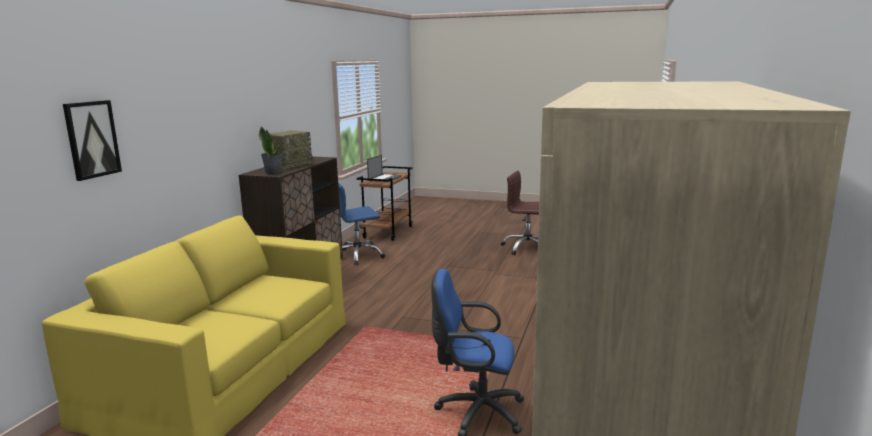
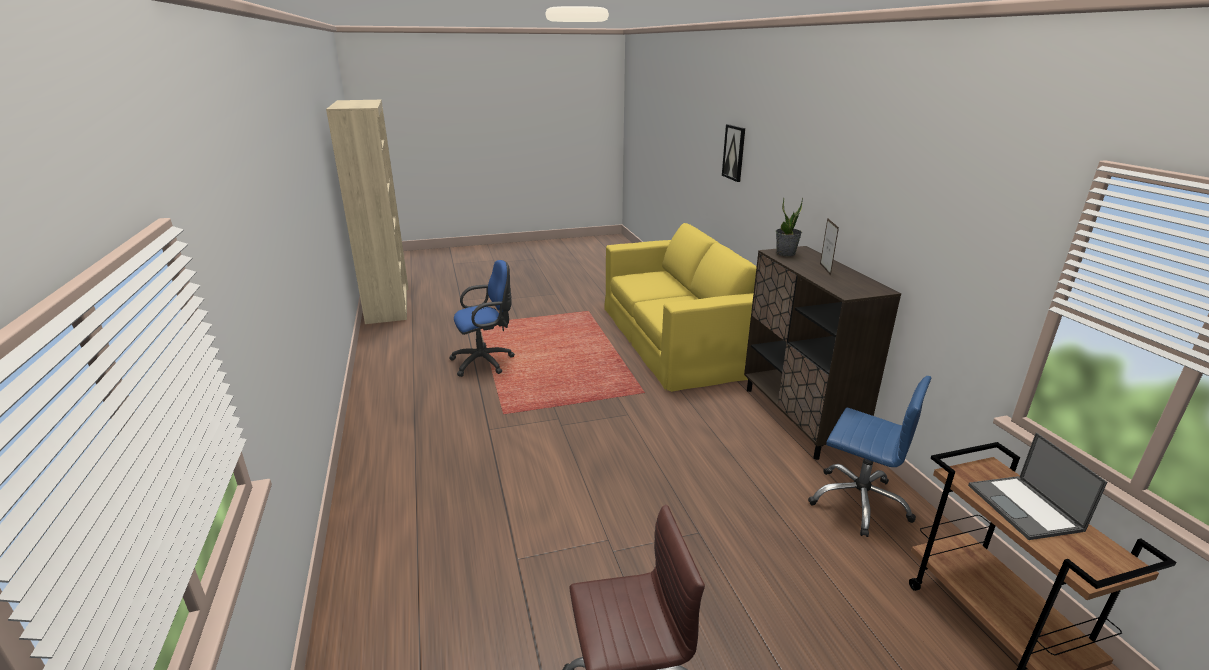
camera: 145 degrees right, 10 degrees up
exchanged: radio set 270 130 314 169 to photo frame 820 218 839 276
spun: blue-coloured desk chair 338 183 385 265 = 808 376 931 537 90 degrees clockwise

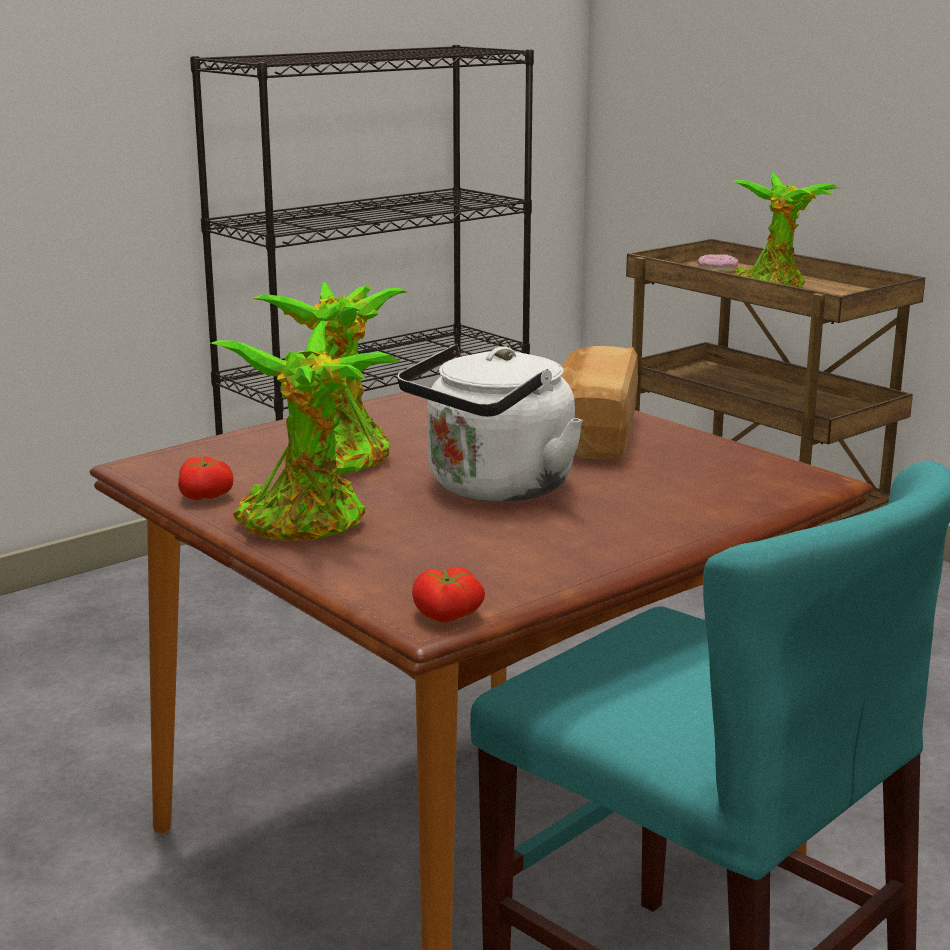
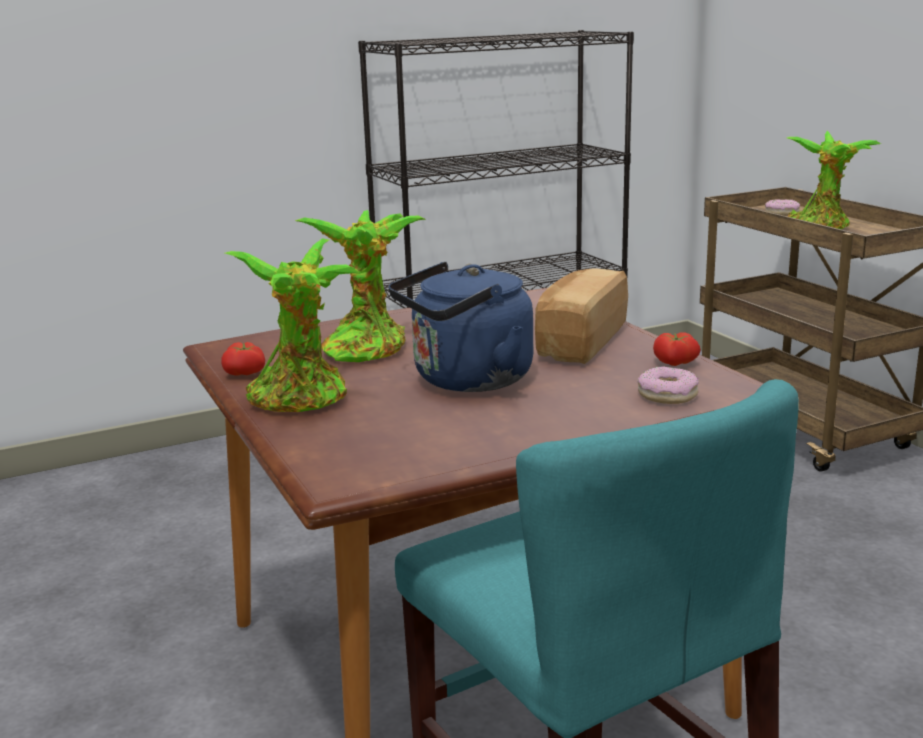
camera: 15 degrees right, 0 degrees up
appeared: doughnut 637 366 698 404
relocated: fresh tomato 412 567 485 623 to 653 332 700 366
colour: whitish water kettle 397 344 583 502 to blue-coloured water kettle 389 262 533 392

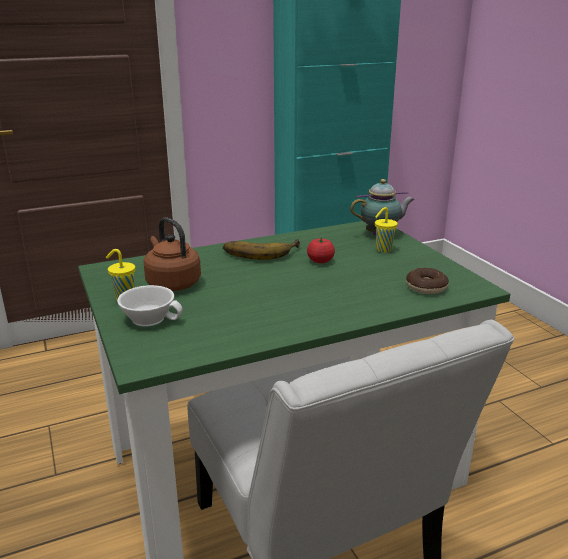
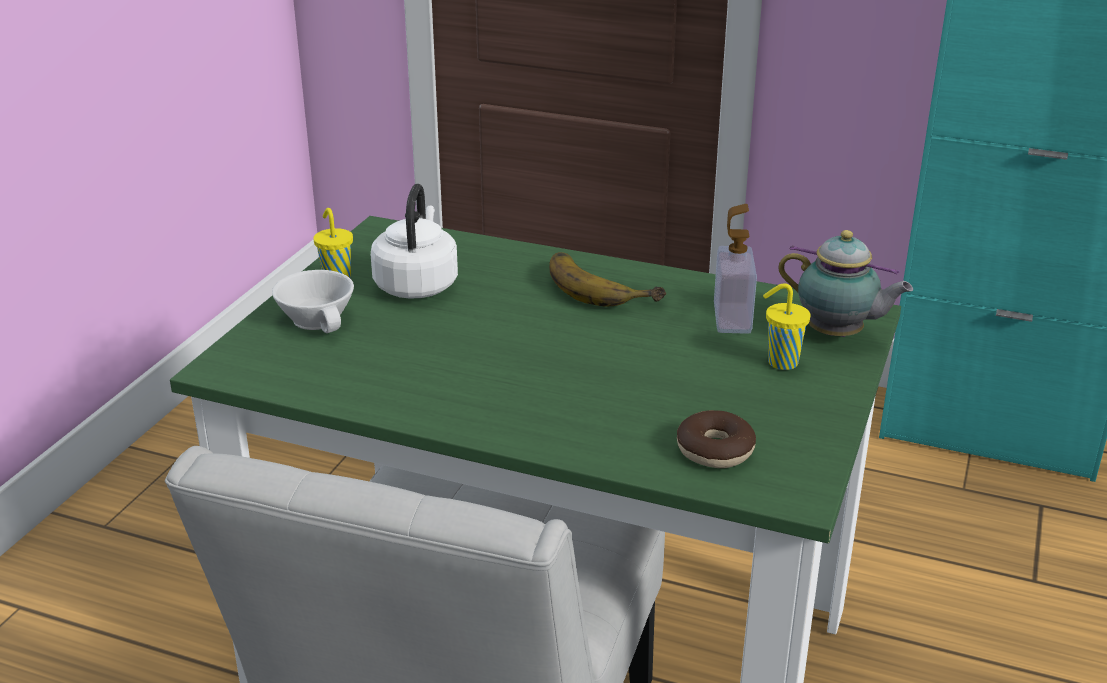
camera: 45 degrees right, 5 degrees up
missing: fresh tomato 307 238 335 263
appeared: soap bottle 714 204 757 334
colour: brown-coloured water kettle 143 217 201 291 to whitish water kettle 371 184 458 299

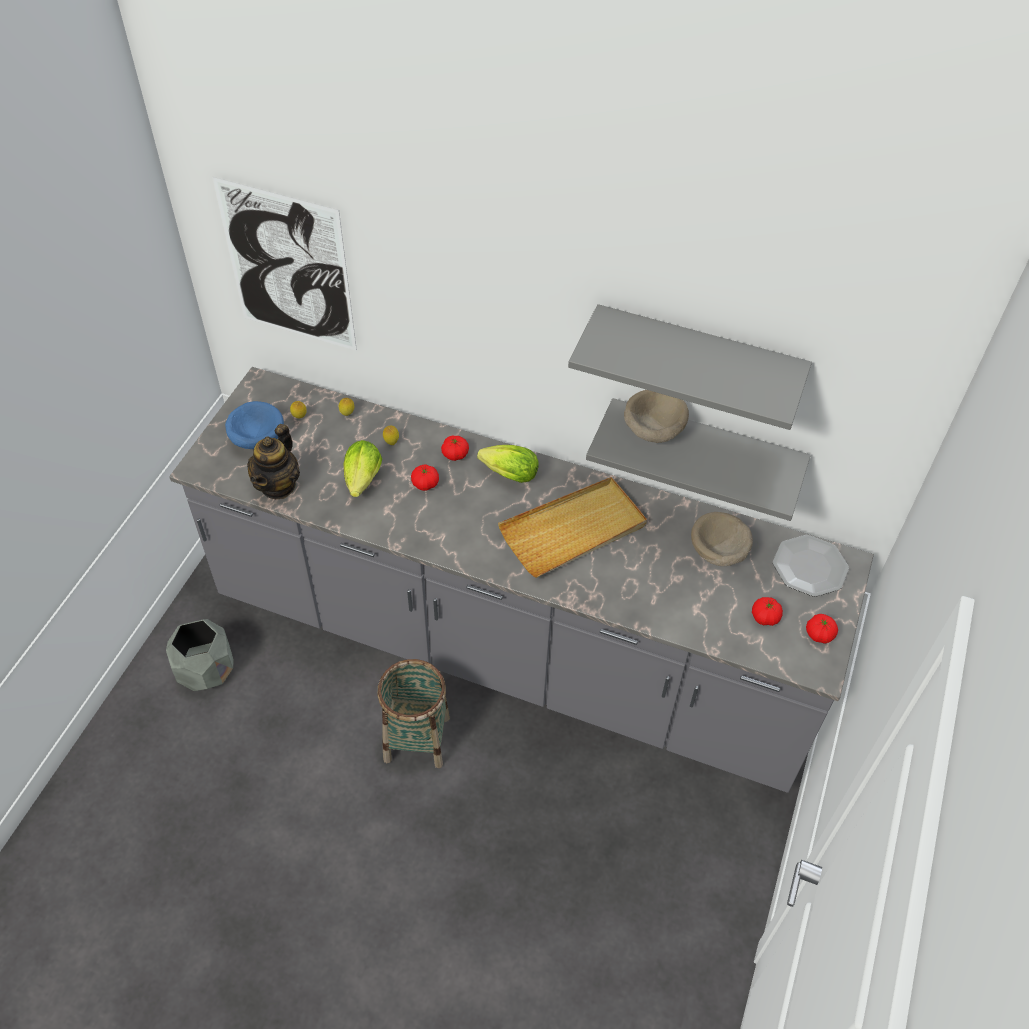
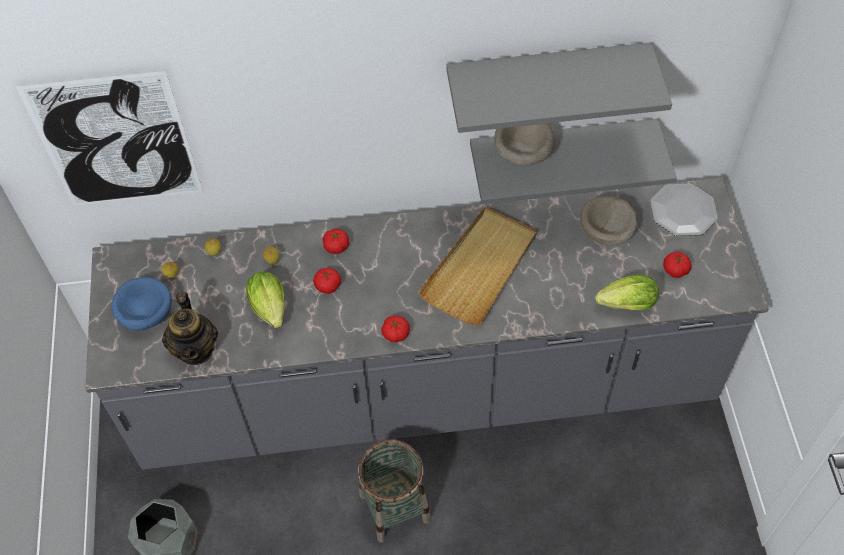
camera: 25 degrees left, 5 degrees up
relocated: lettuce head 477 445 539 483 to 595 274 659 310; fresh tomato 806 614 838 644 to 381 316 410 343

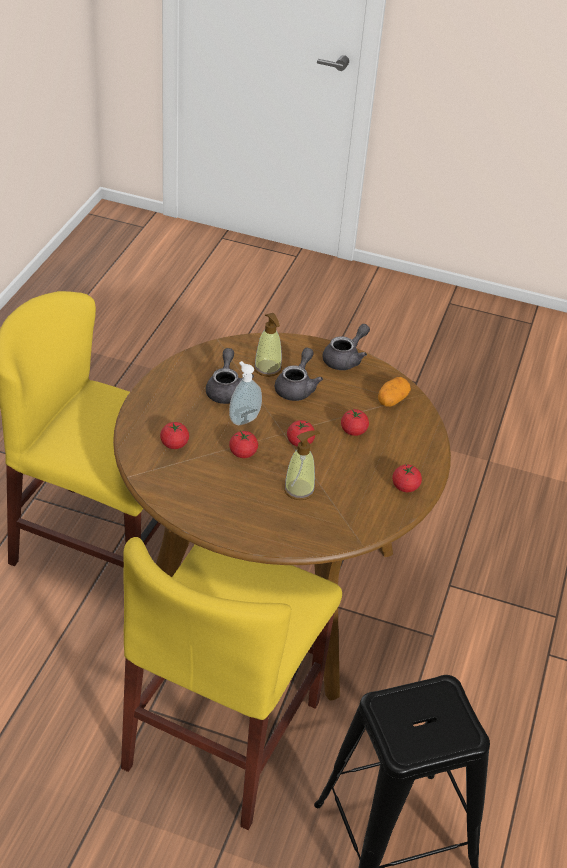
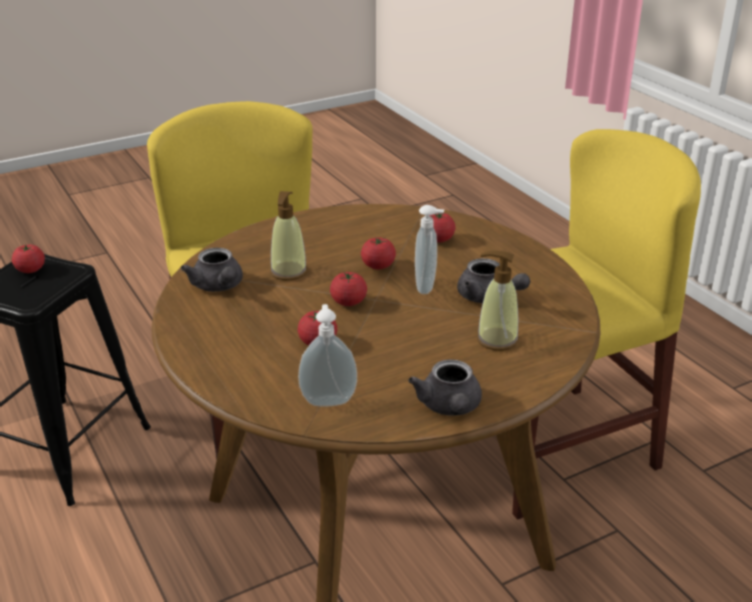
camera: 135 degrees right, 10 degrees down
relocated: greyish tea pot 275 348 323 401 to 181 248 243 292; fresh tomato 392 463 422 492 to 12 245 45 273
exchanged: spud 378 377 411 407 to soap bottle 298 304 357 406

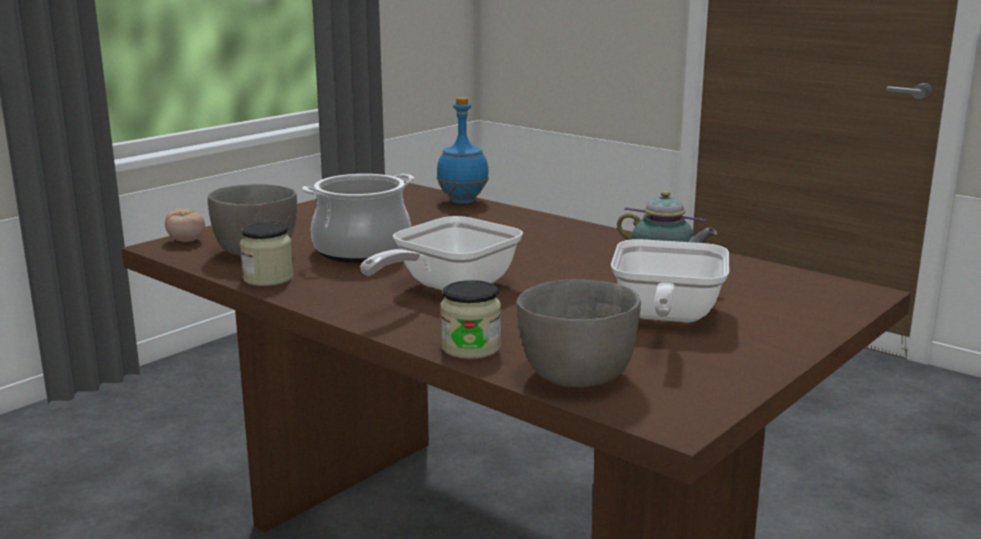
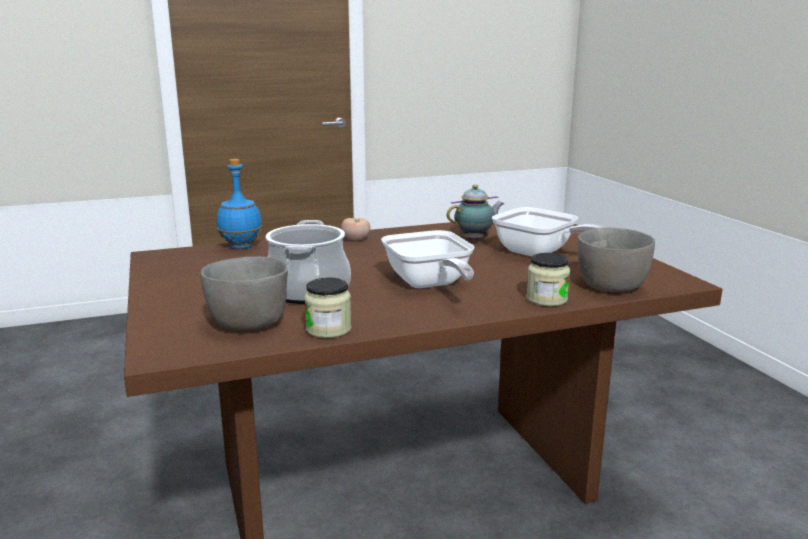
camera: 60 degrees left, 0 degrees up
relocated: fresh tomato 165 208 205 242 to 341 218 370 240

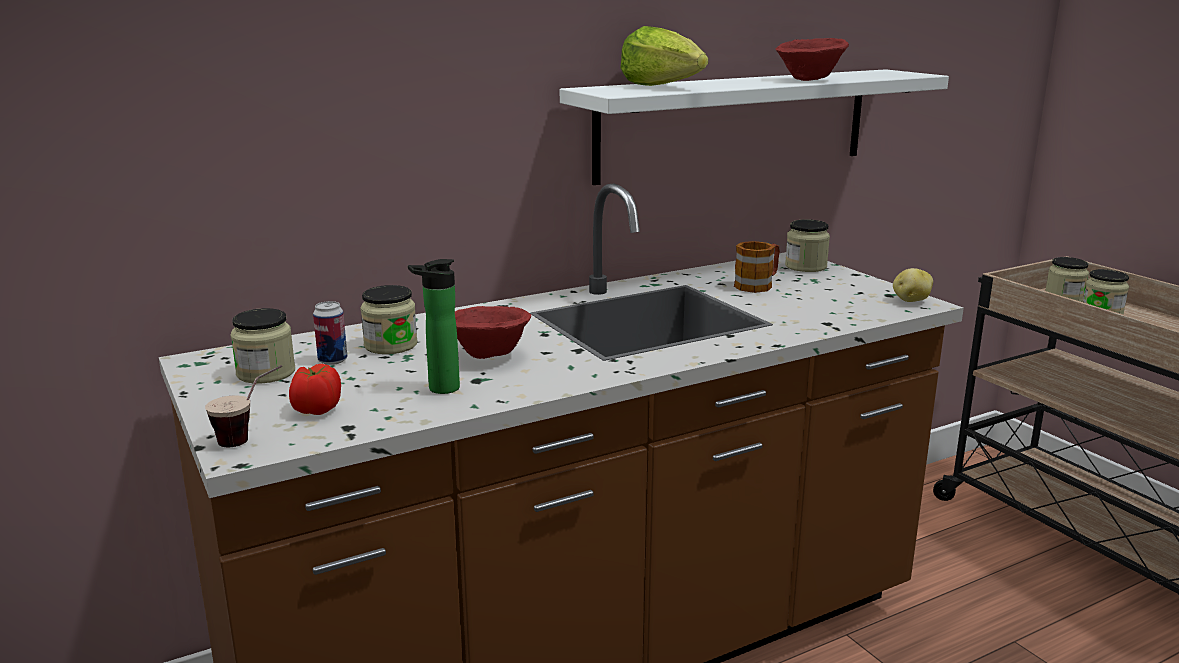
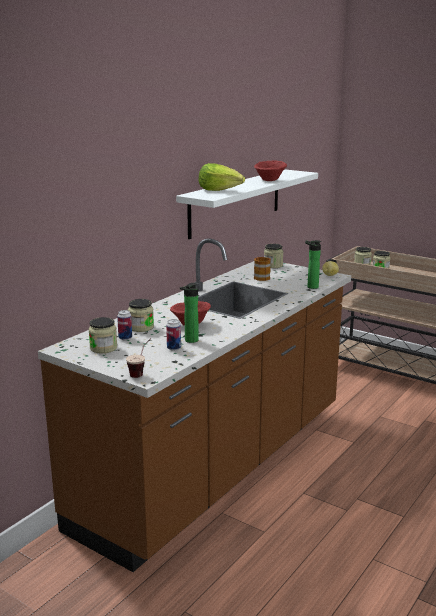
camera: 25 degrees left, 0 degrees up
missing: fresh tomato 289 364 341 415
appeared: metal can 166 319 181 351; beverage bottle 305 240 322 289

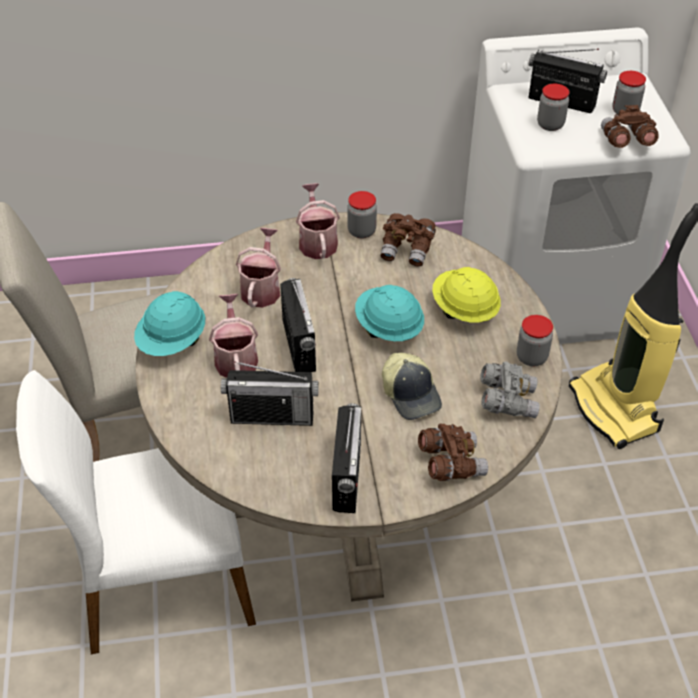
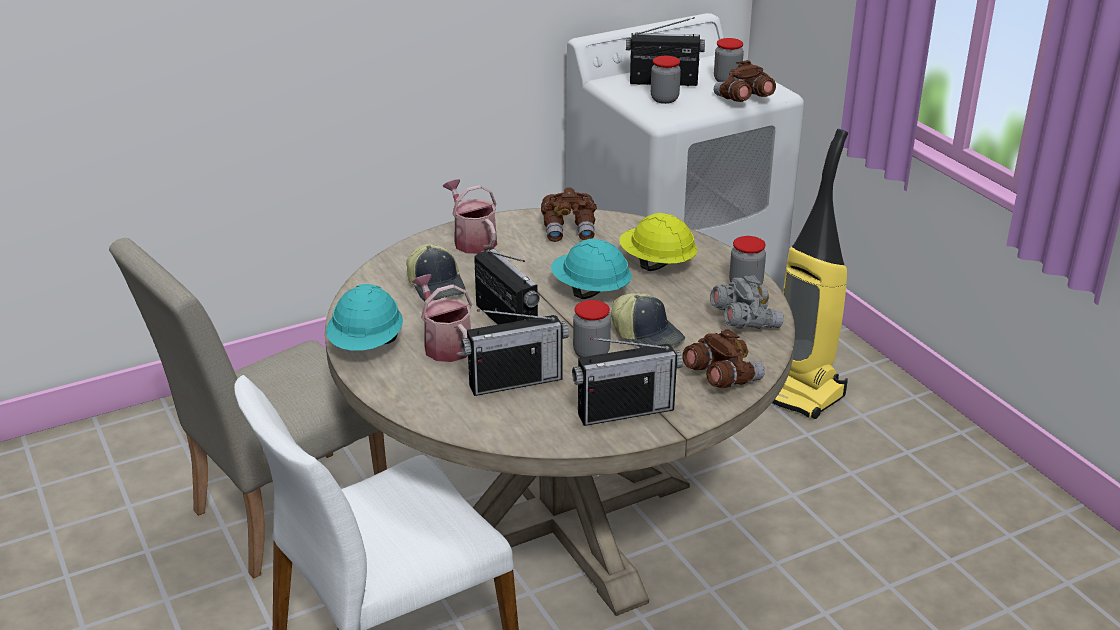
camera: 20 degrees left, 15 degrees down
relocated: storage jar 347 191 377 239 to 573 300 611 357
exchanged: watering pot 236 228 281 308 to baseball cap 406 244 466 301
spun: radio set 332 403 361 513 = 572 338 683 426 90 degrees clockwise

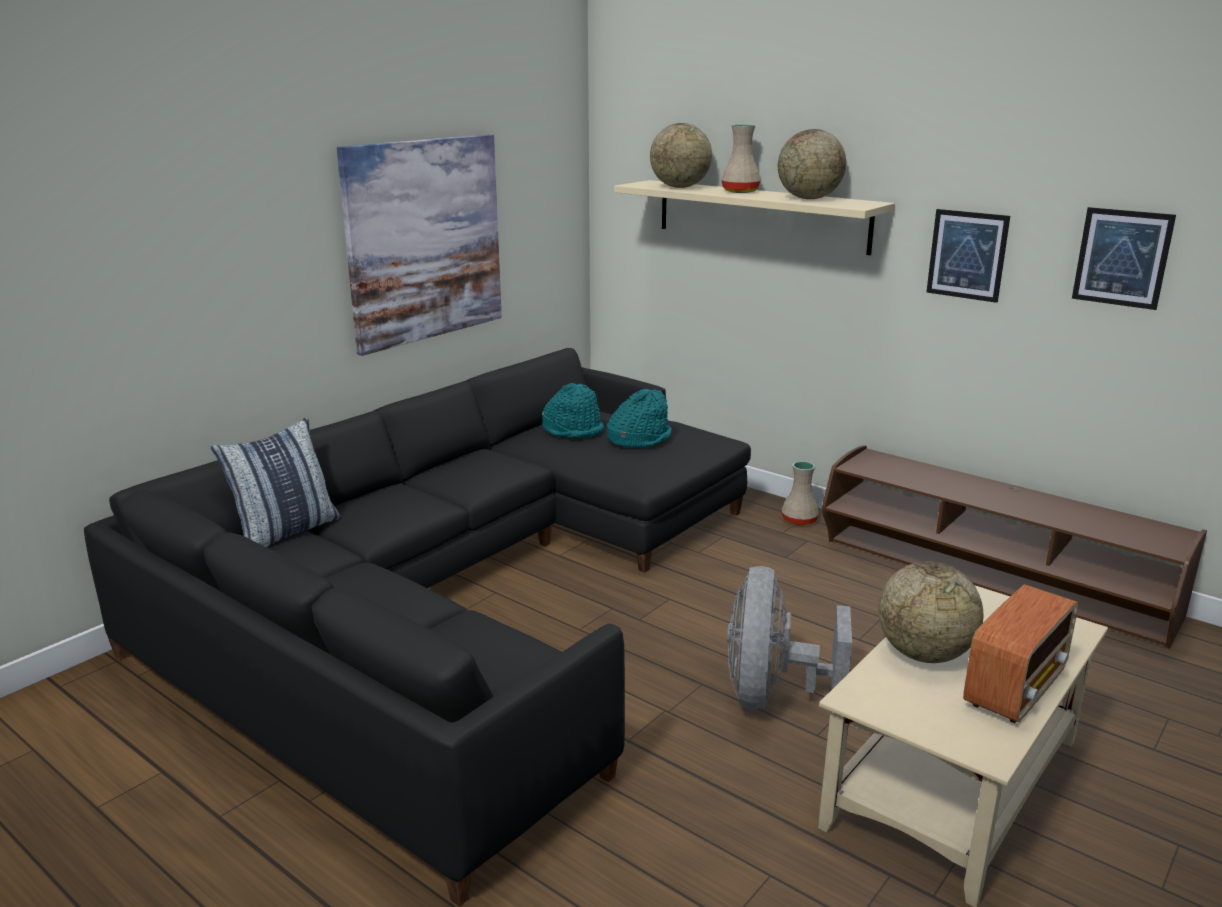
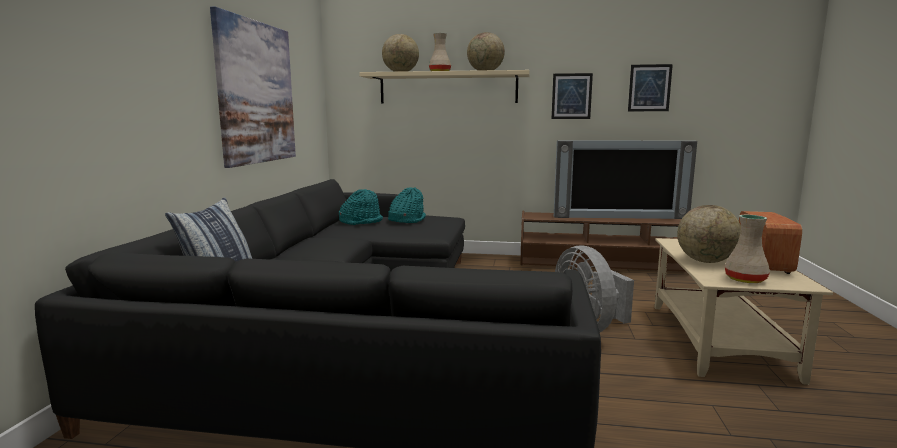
camera: 30 degrees left, 10 degrees down
appeared: television 554 140 697 219
relocated: sand-coloured decorative vase 782 461 819 526 to 724 215 770 283

